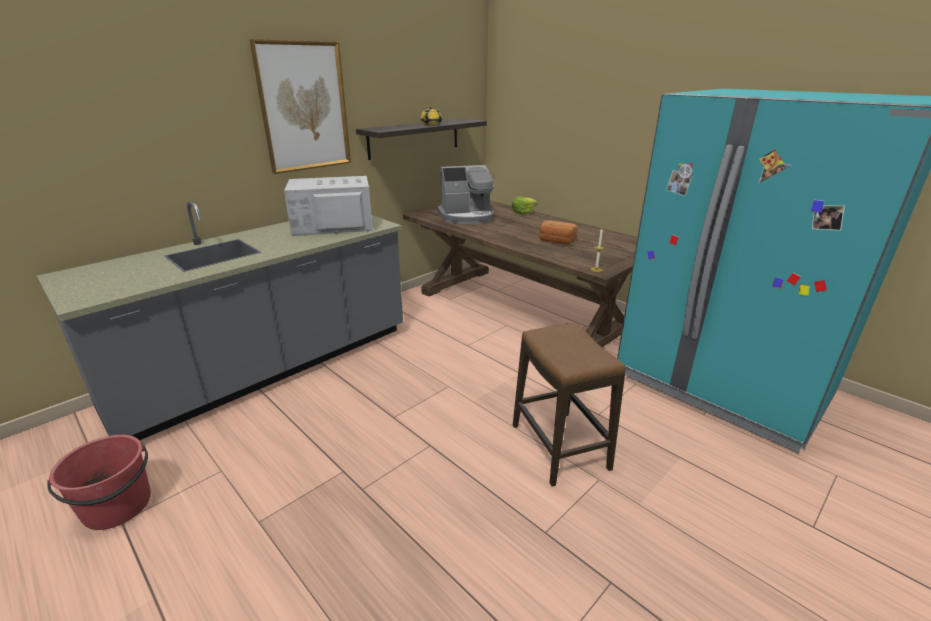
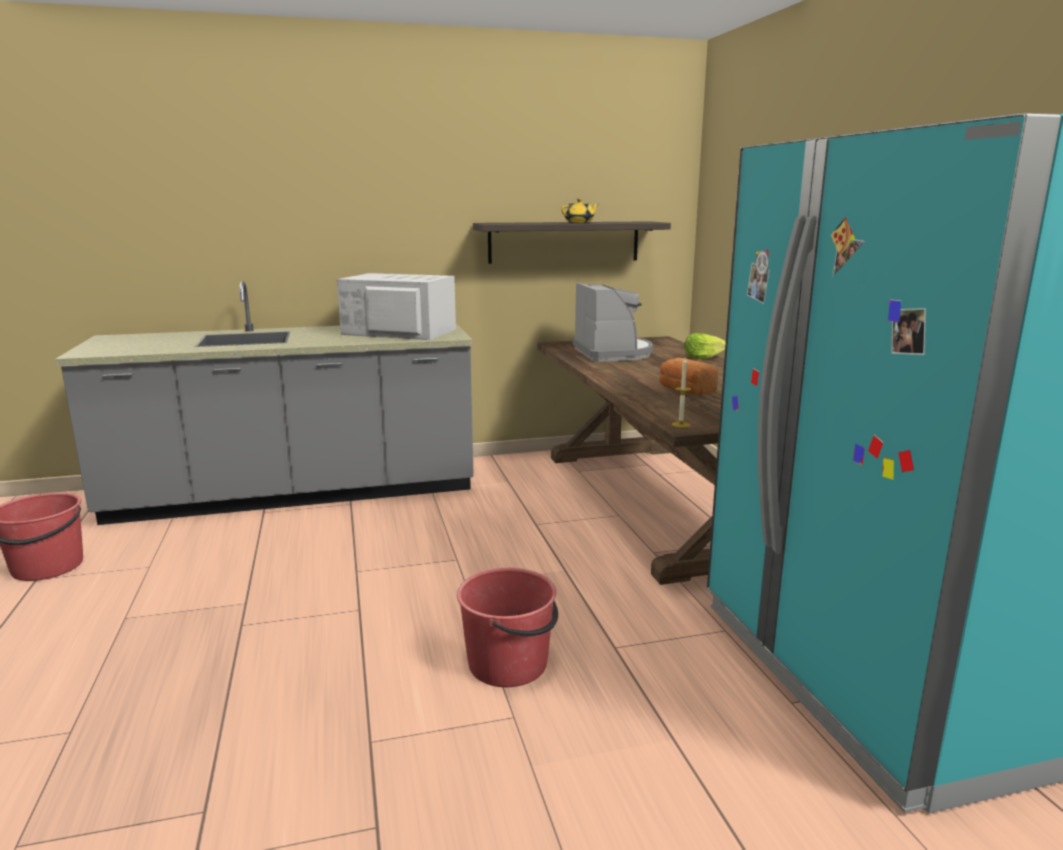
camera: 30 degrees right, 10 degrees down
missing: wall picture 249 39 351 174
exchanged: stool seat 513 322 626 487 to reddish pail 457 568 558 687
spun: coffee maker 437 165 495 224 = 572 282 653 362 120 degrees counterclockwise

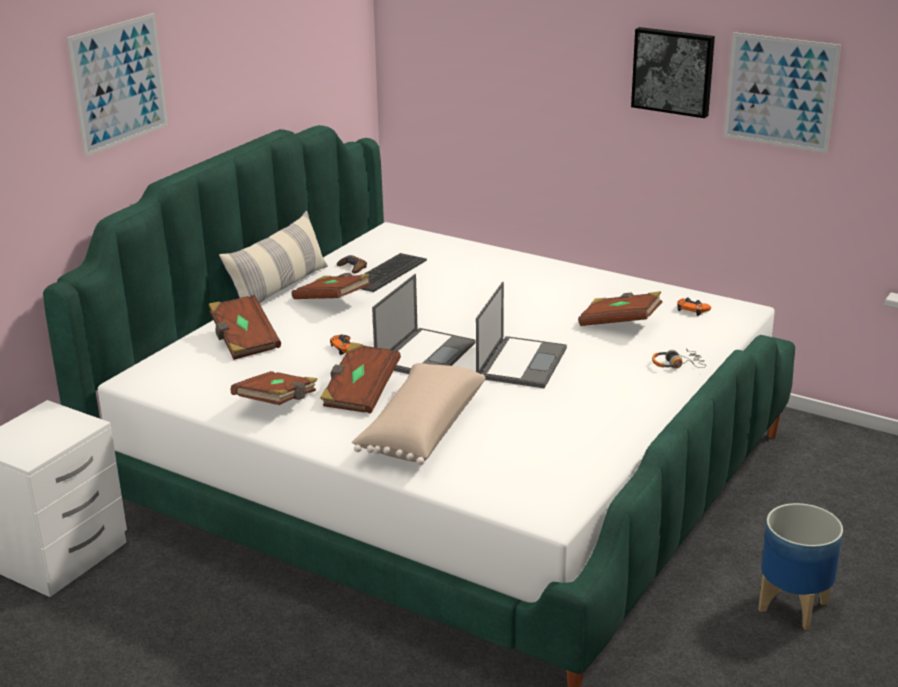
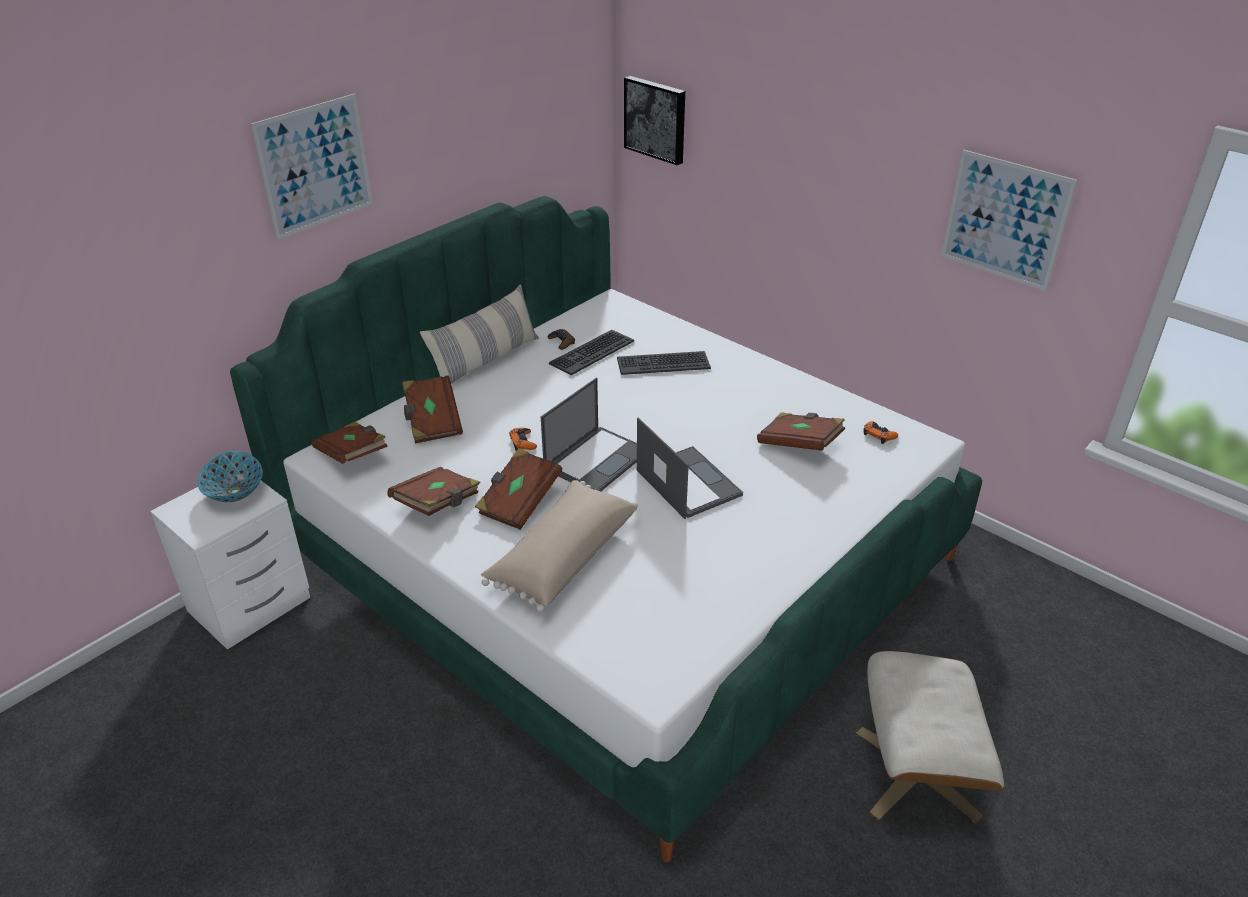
camera: 10 degrees right, 10 degrees up
missing: pair of headphones 652 348 706 369
appeared: serving bowl 198 451 263 502; computer keyboard 617 351 711 375
relocated: brown-coloured bound book 291 273 371 299 to 311 422 388 464; wall picture 631 27 715 118 to 624 76 685 165
exchanged: planter 758 503 843 630 to sand-coloured pouffe 856 651 1004 824
spun: laptop 476 282 567 388 = 637 417 743 519 60 degrees counterclockwise

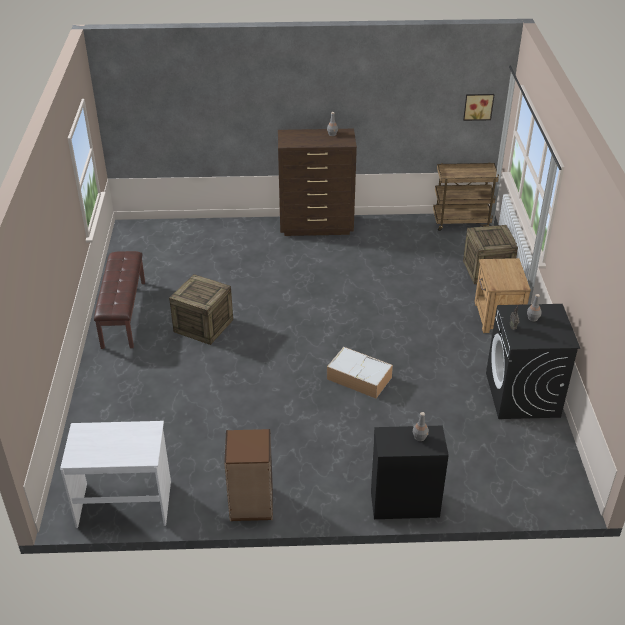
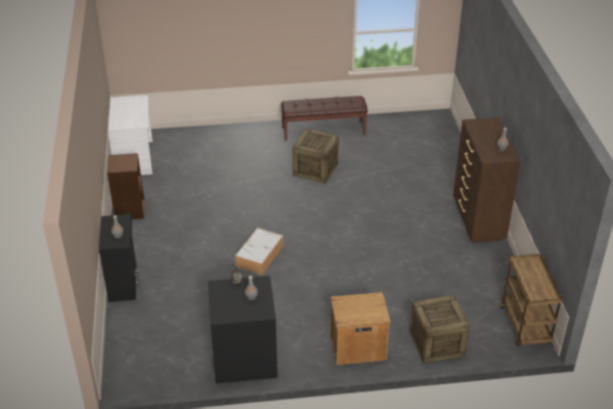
camera: 85 degrees right, 0 degrees up
missing: wall picture 463 94 494 121

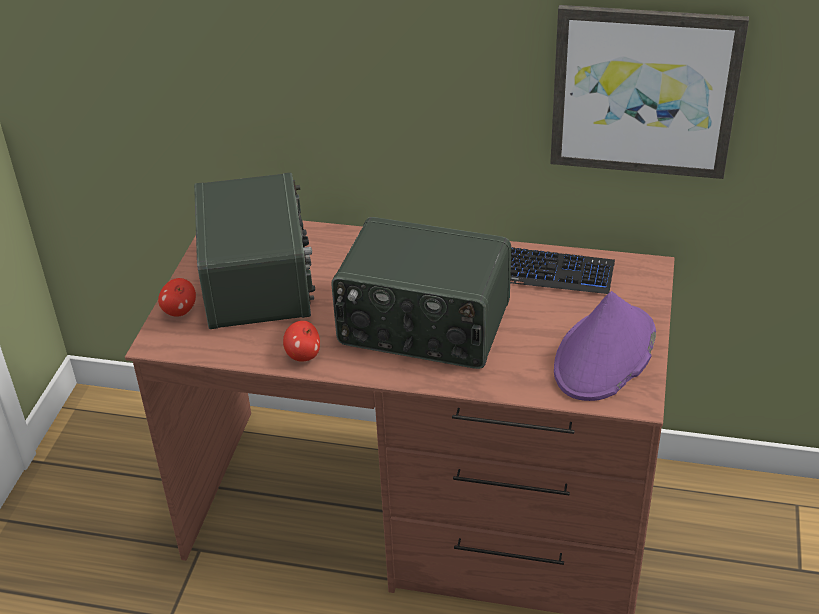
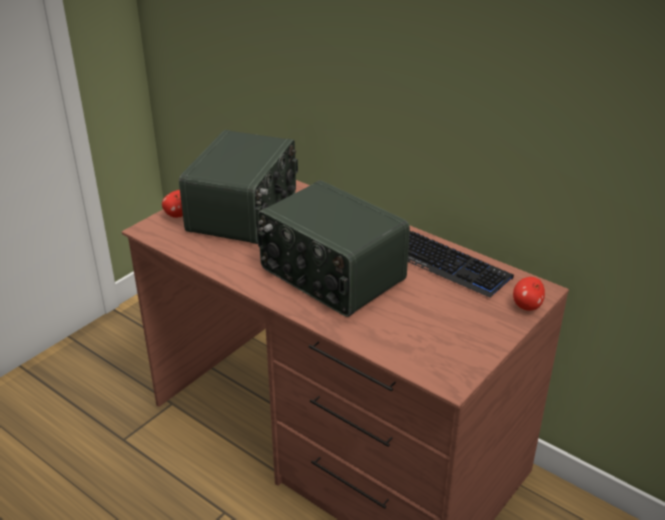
camera: 25 degrees right, 5 degrees down
missing: wall picture 550 5 749 179; purple-coloured clothing hat 554 291 656 401
relocated: apple 283 321 320 362 to 513 277 545 311

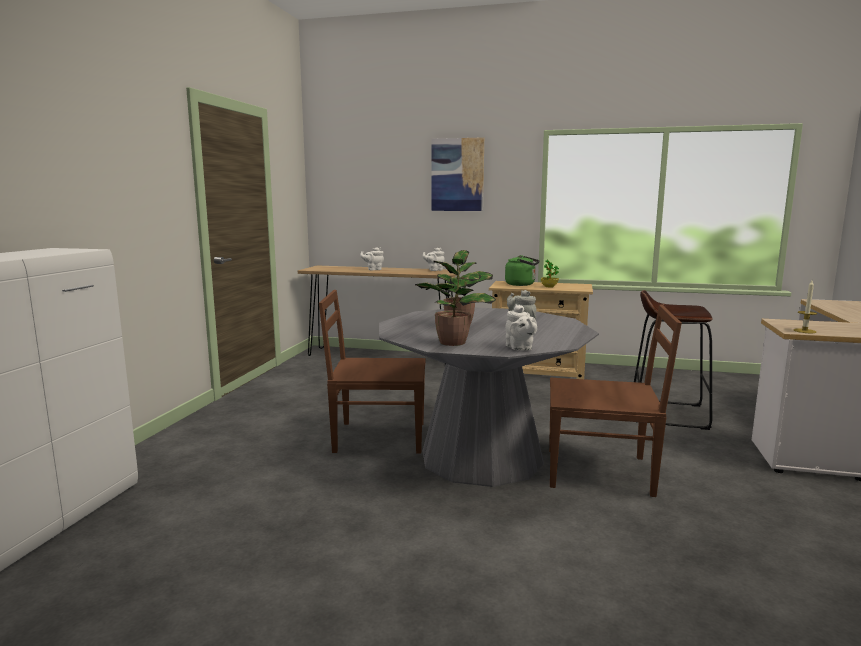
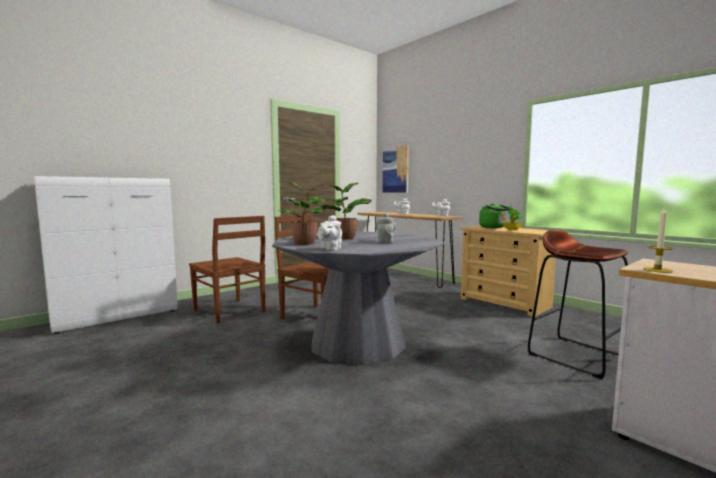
camera: 35 degrees right, 5 degrees down
relocated: wall picture 432 137 484 211 to 382 145 409 193; brown-coloured plain chair 549 305 682 497 to 189 216 265 324

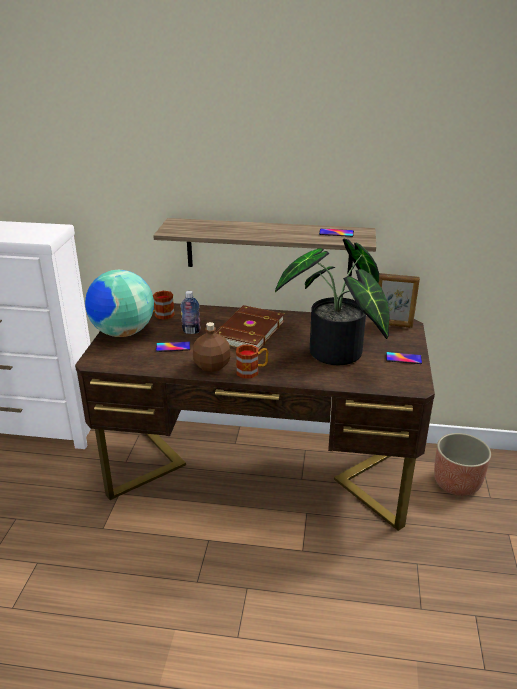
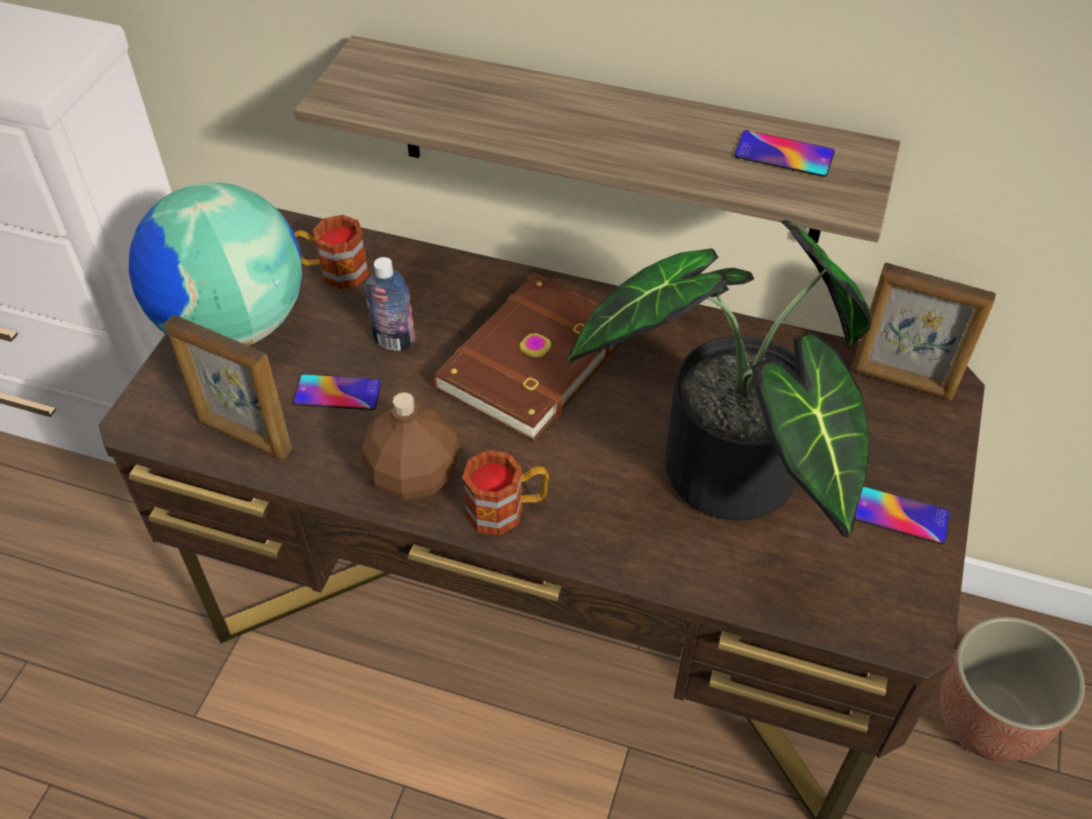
camera: 10 degrees right, 20 degrees up
appeared: photo frame 165 315 292 459

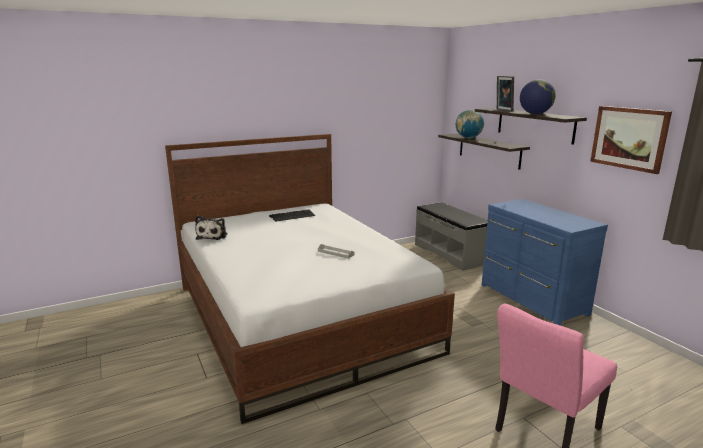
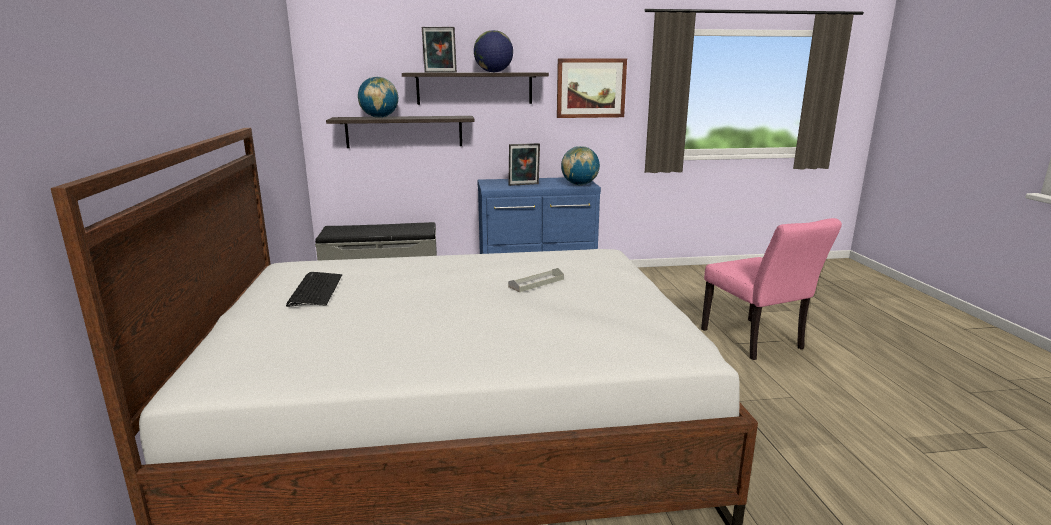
camera: 70 degrees left, 0 degrees up
missing: soft toy 195 215 228 240
appeared: photo frame 508 143 540 186; world globe 561 146 600 186

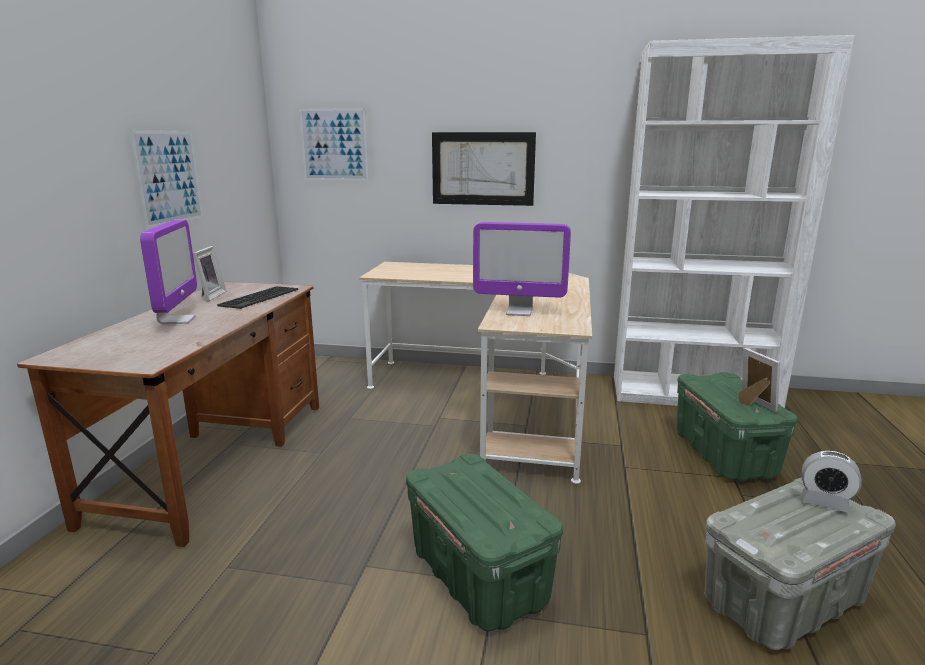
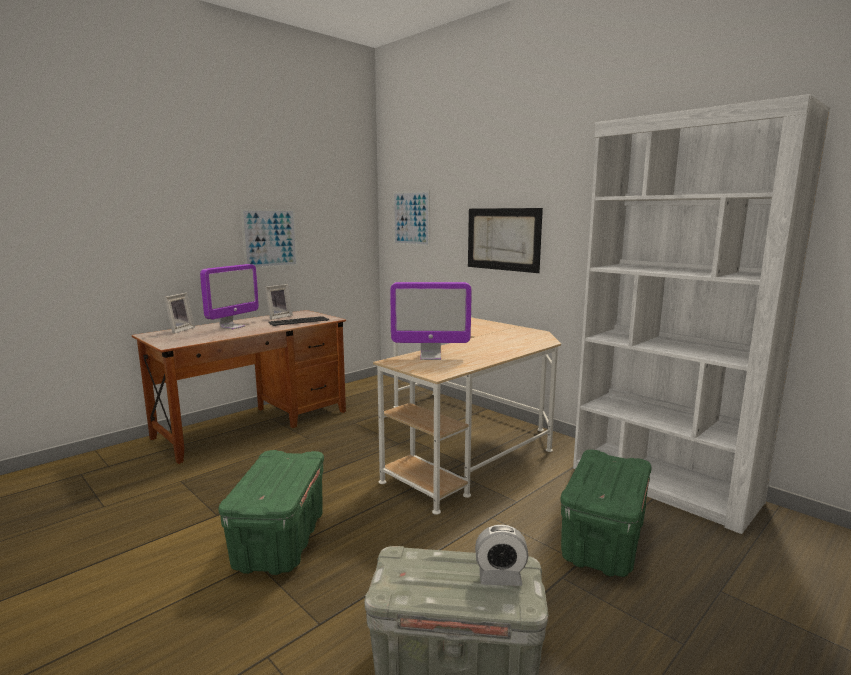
camera: 35 degrees right, 5 degrees down
relocated: photo frame 738 348 780 412 to 164 293 195 334
spun: computer screen 473 222 571 316 = 390 282 472 360 45 degrees counterclockwise; table clock 802 451 862 513 = 475 525 528 586 60 degrees counterclockwise

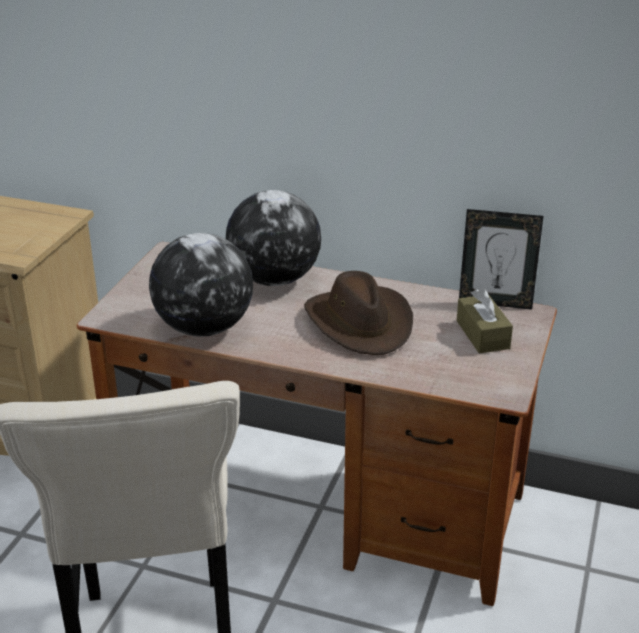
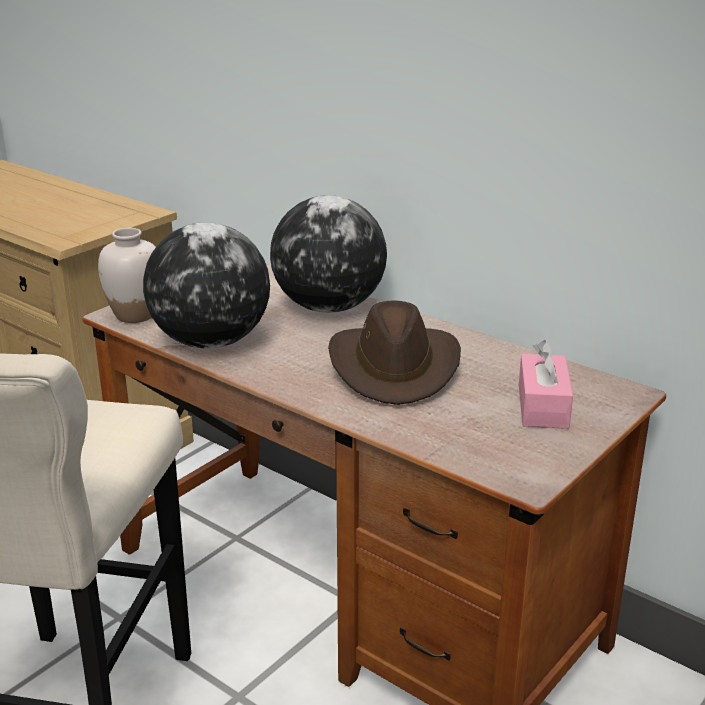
camera: 20 degrees right, 5 degrees down
missing: photo frame 459 209 544 310
appeared: whitish decorative vase 98 228 156 323
colour: brown-coloured tissue holder 457 288 513 354 to pink tissue holder 519 340 573 429

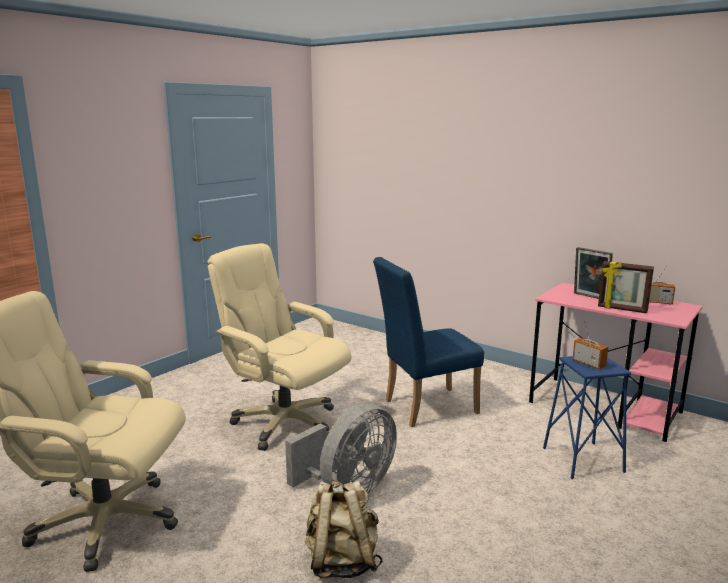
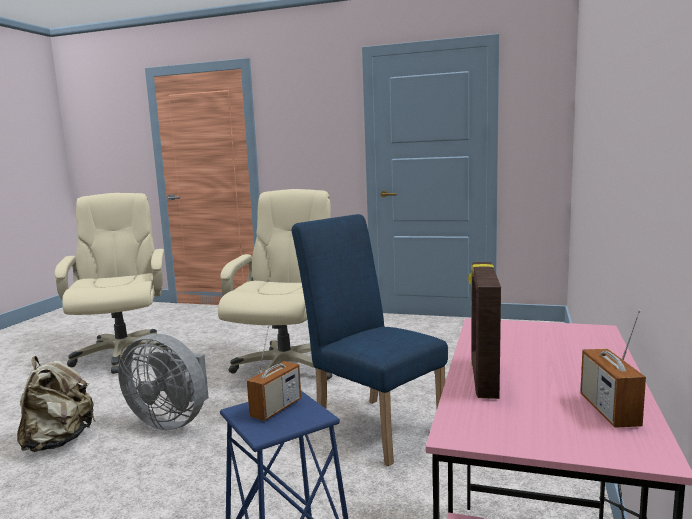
camera: 70 degrees right, 5 degrees down
missing: photo frame 574 247 613 299

